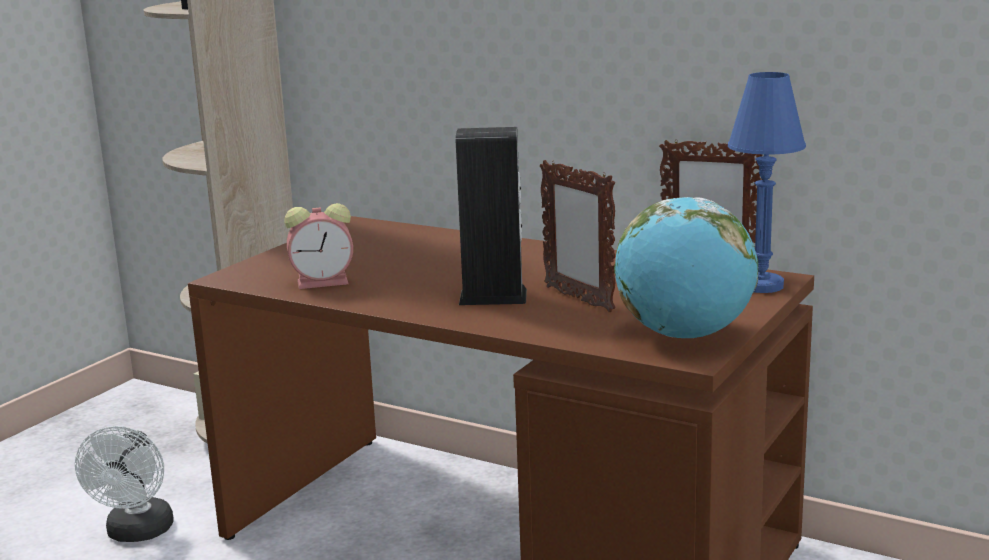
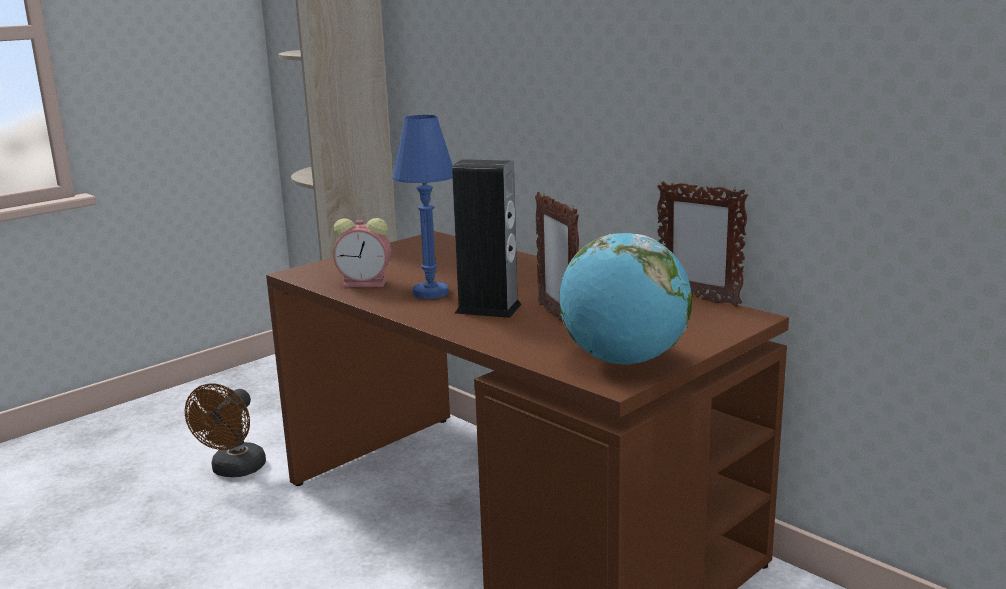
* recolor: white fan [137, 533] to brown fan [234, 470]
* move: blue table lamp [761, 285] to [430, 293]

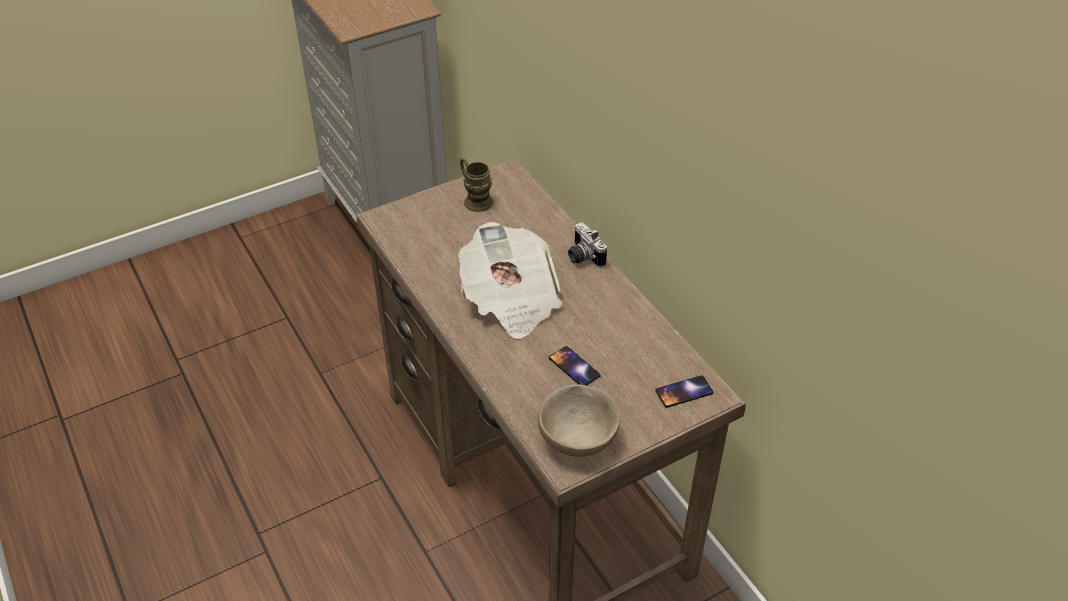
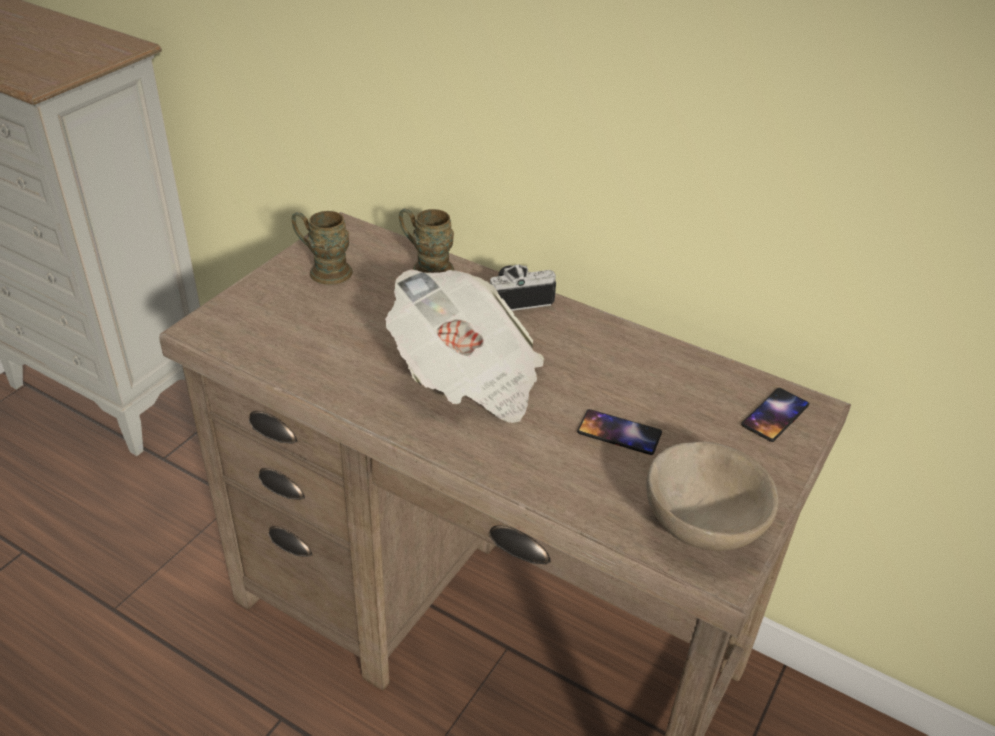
* insert: brown mug [426, 267]
* rotate: photo camera [582, 256] = [517, 297] 135 degrees clockwise

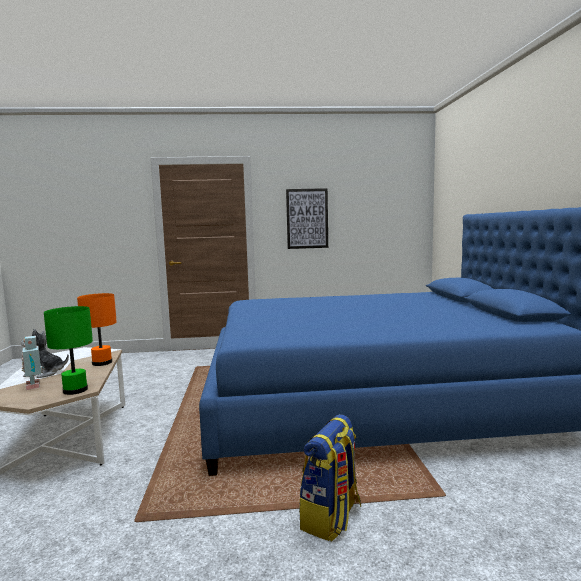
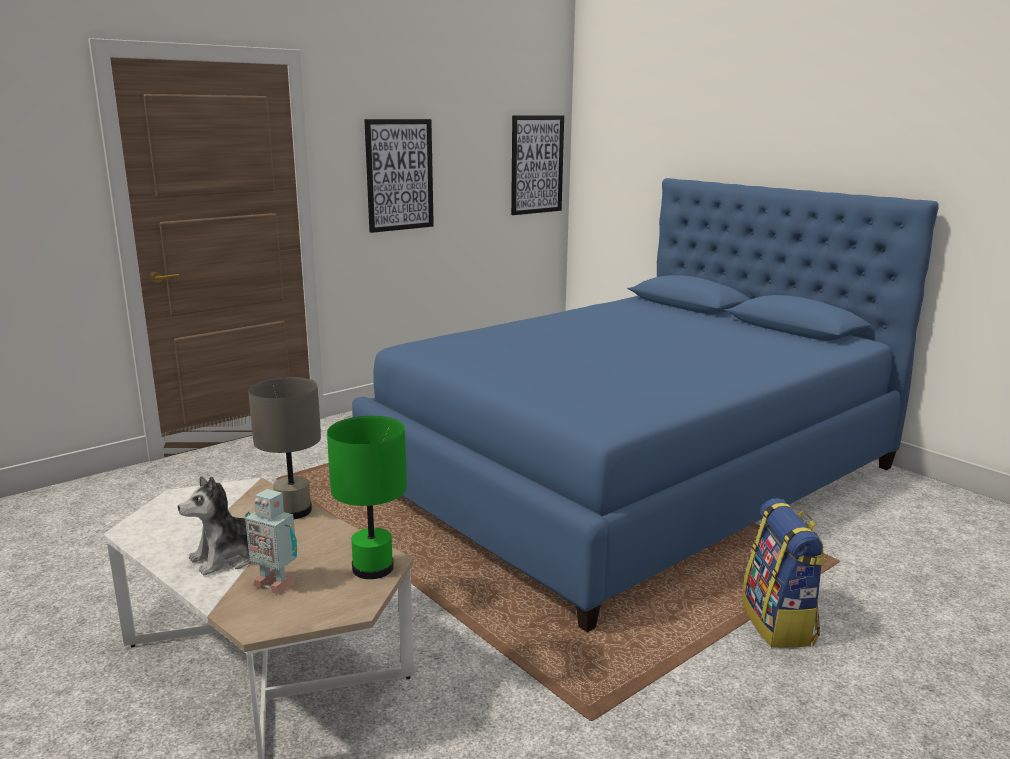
* recolor: orange table lamp [102, 363] to grey table lamp [294, 511]
* insert: picture [537, 164]

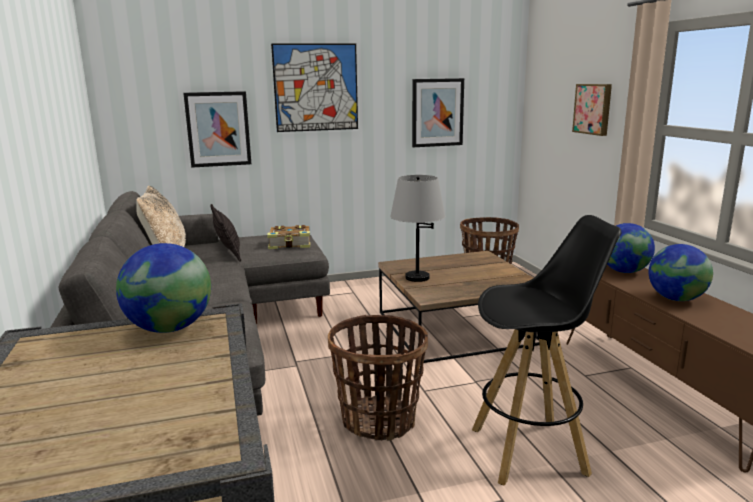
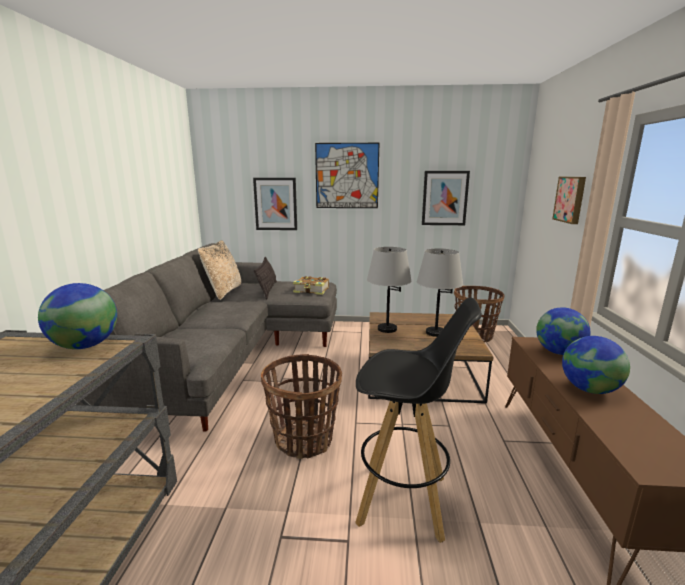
* insert: grey table lamp [435, 333]

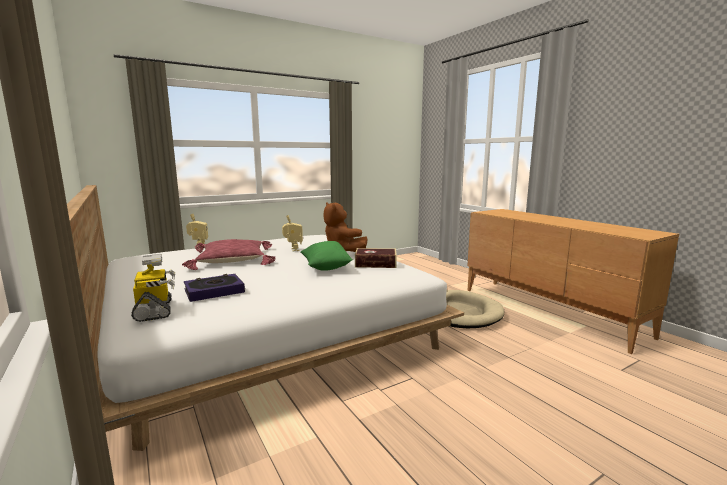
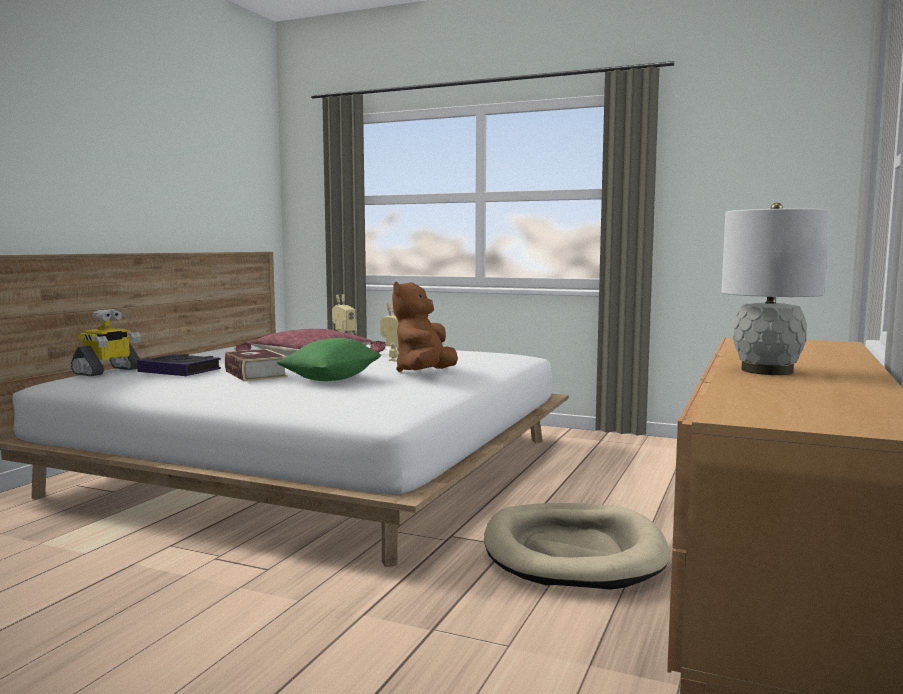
* move: book [375, 263] to [255, 374]
* insert: white table lamp [767, 371]

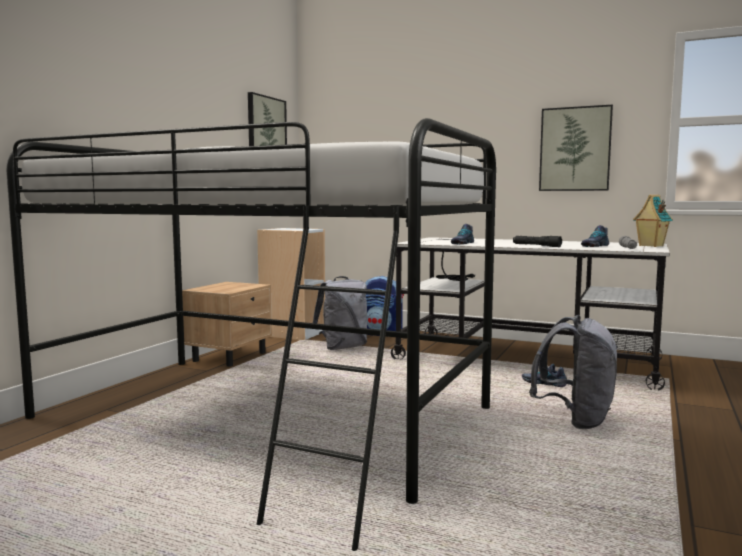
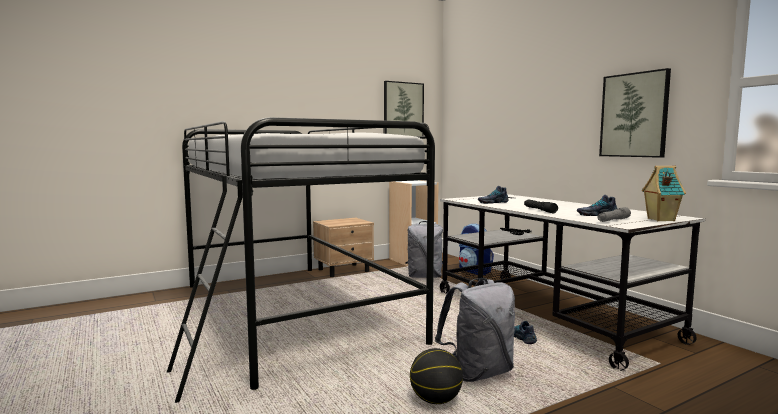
* insert: basketball [436, 400]

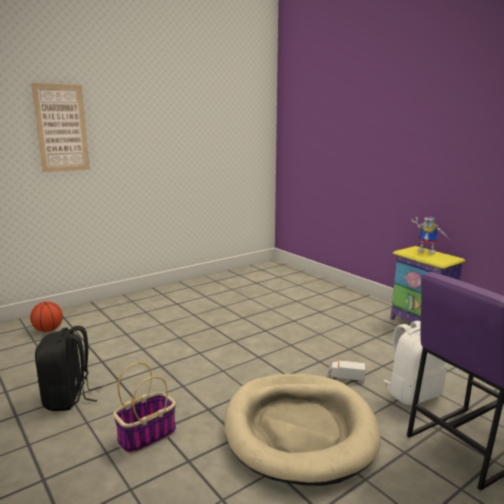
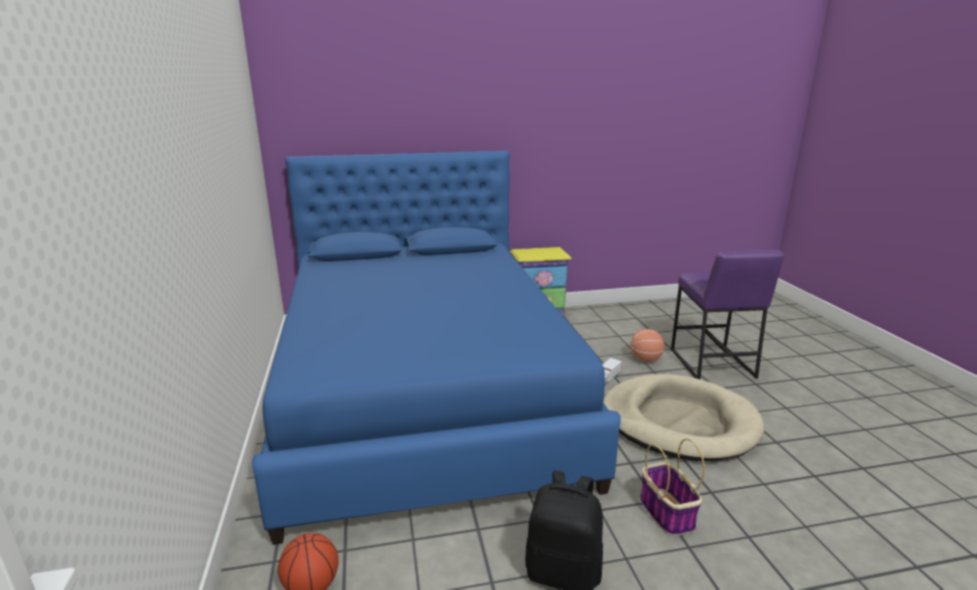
* insert: blue bed [425, 392]
* replace: white backpack [413, 394] to basketball [645, 359]
* delete: picture [61, 128]
* delete: toy robot [428, 251]

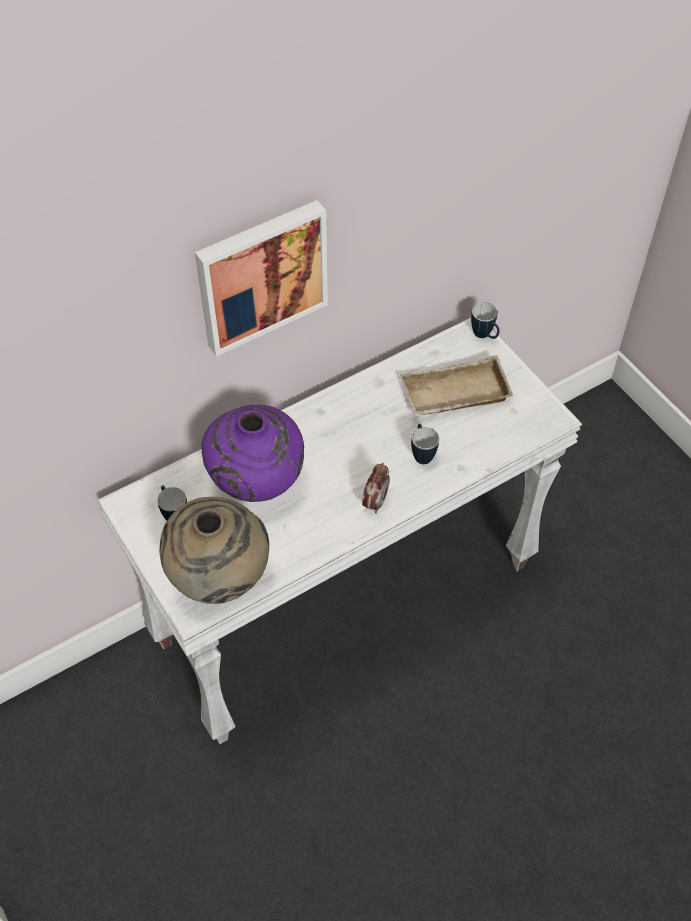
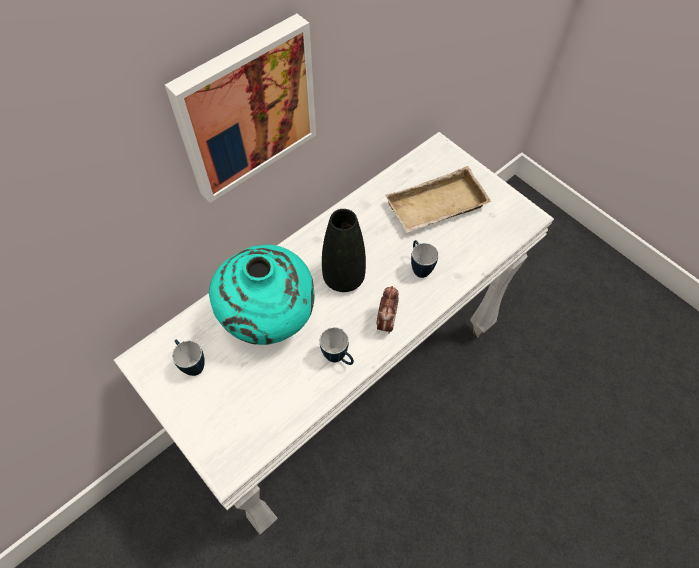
* recolor: purple vase [257, 483] to turquoise vase [270, 319]
* move: mug [484, 336] to [338, 358]
* insert: black vase [343, 278]
* delete: beige vase [220, 579]

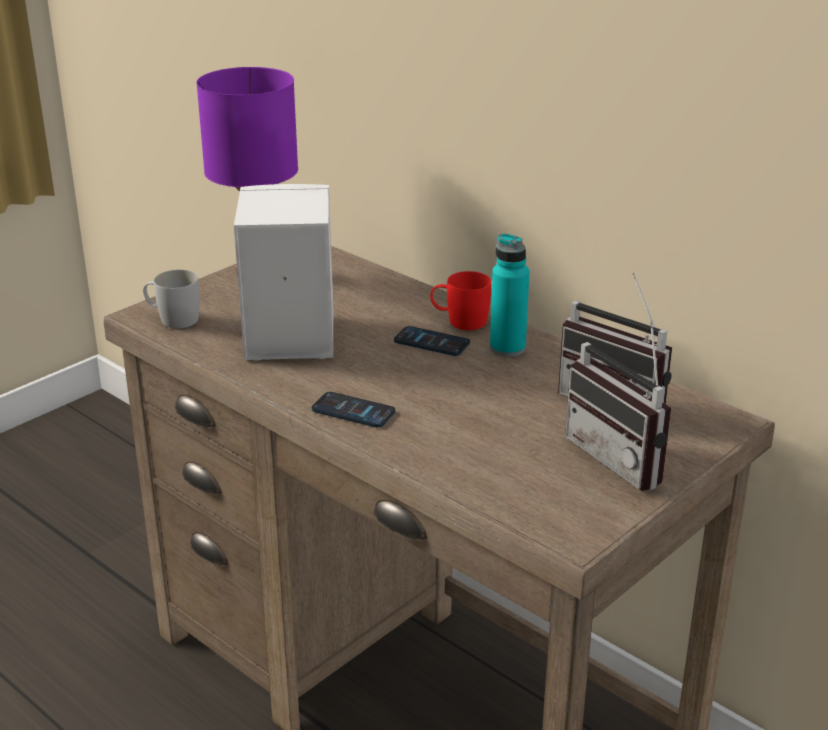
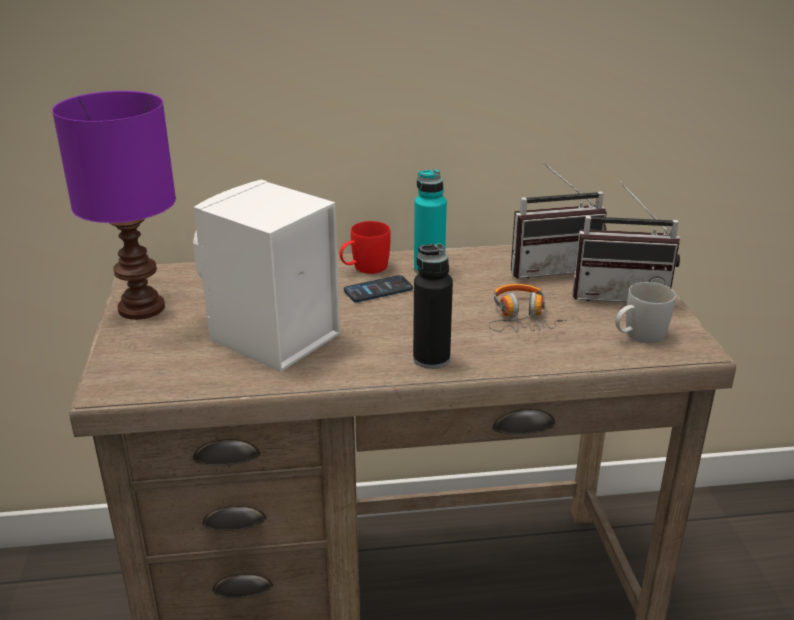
* replace: phone [353, 411] to black bottle [431, 359]
* insert: headphones [520, 318]
* move: white mug [172, 319] to [638, 336]

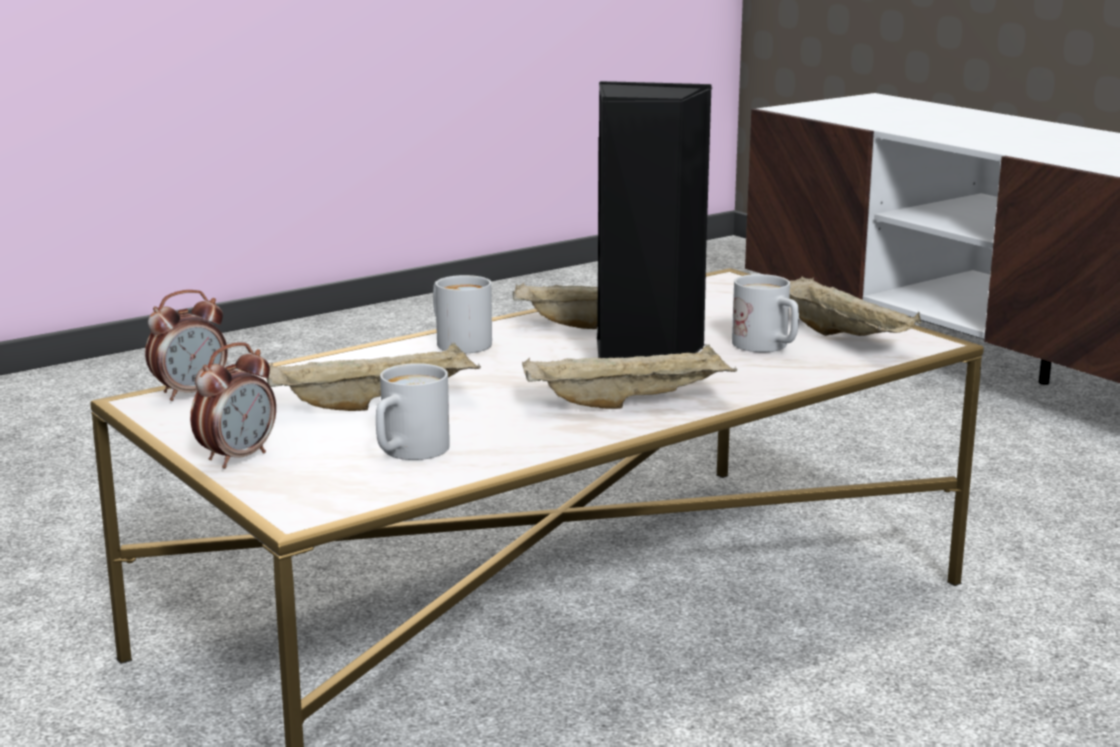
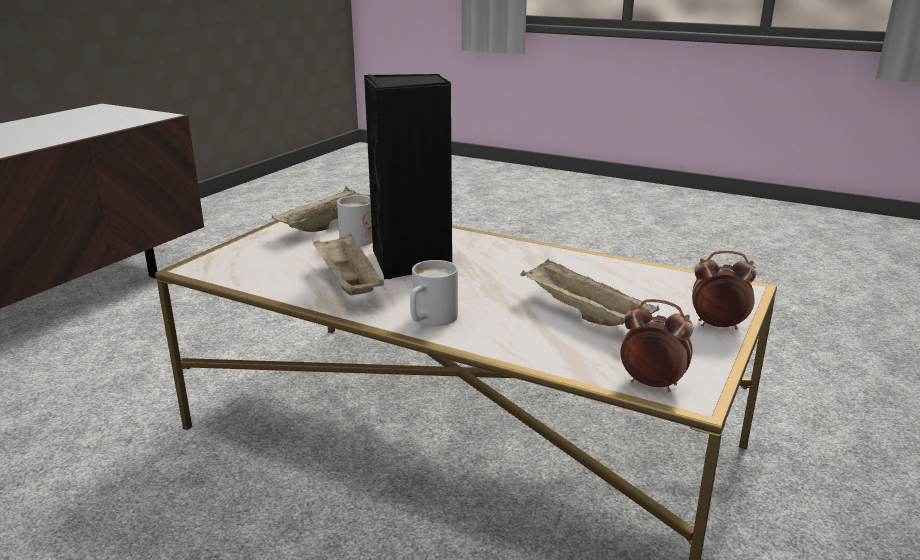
* delete: white mug [407, 453]
* delete: beige tray [630, 402]

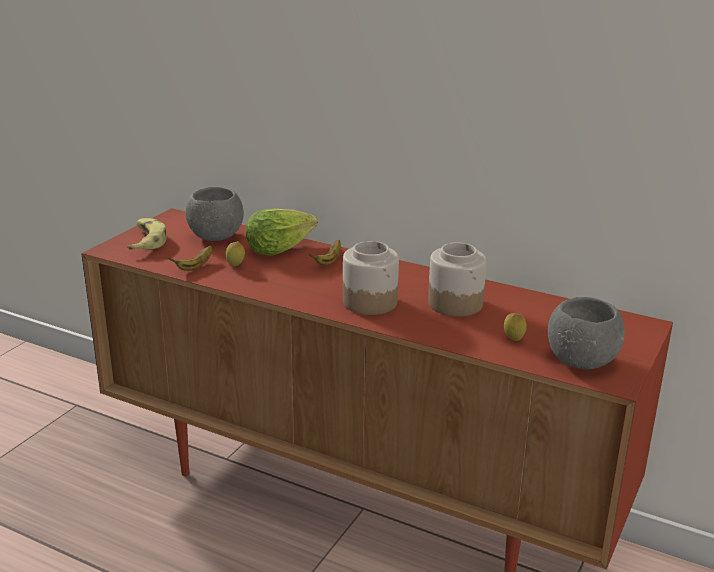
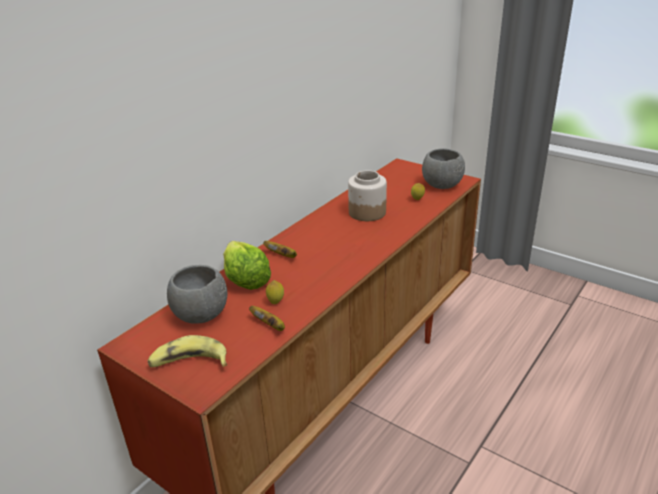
* delete: jar [370, 302]

